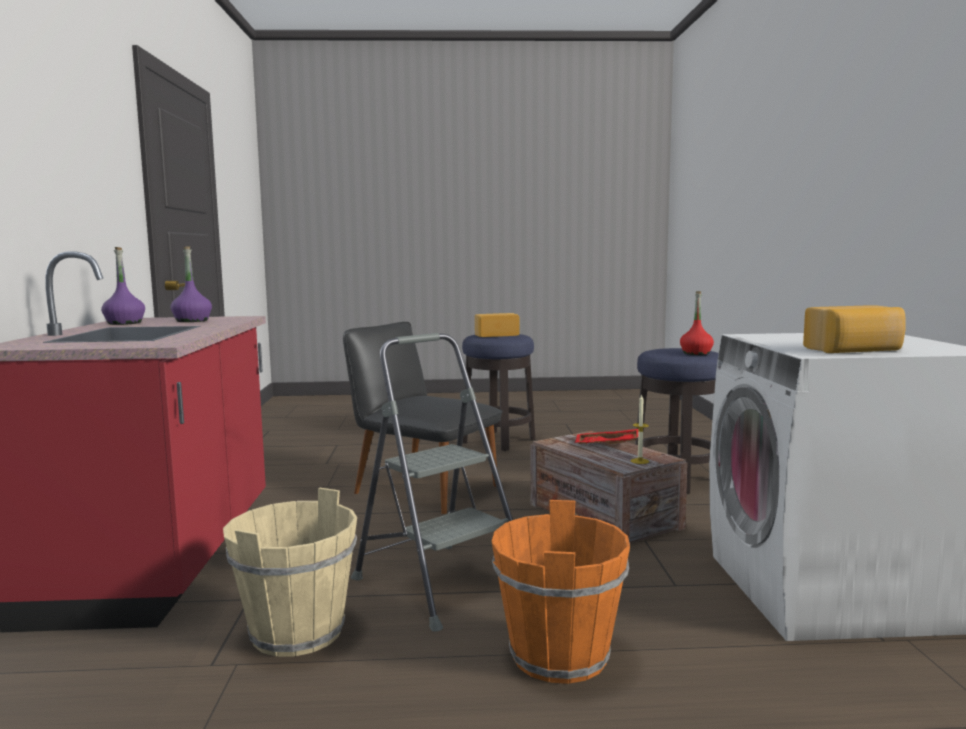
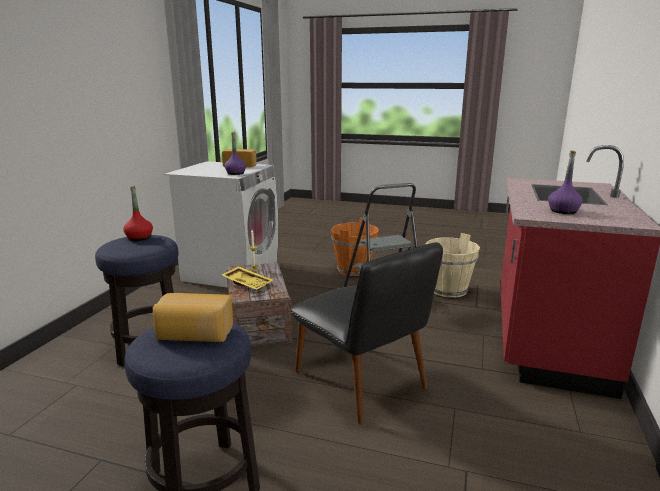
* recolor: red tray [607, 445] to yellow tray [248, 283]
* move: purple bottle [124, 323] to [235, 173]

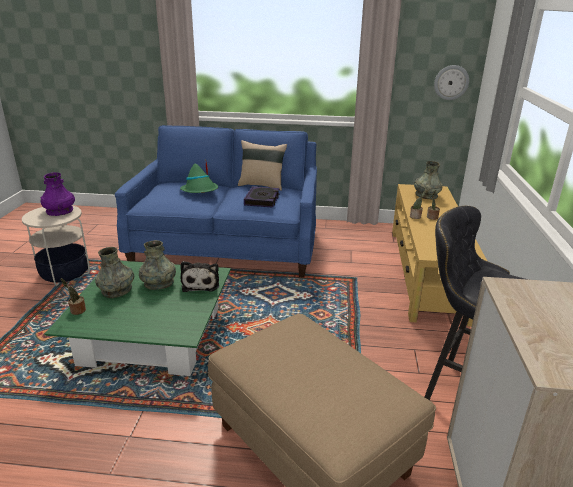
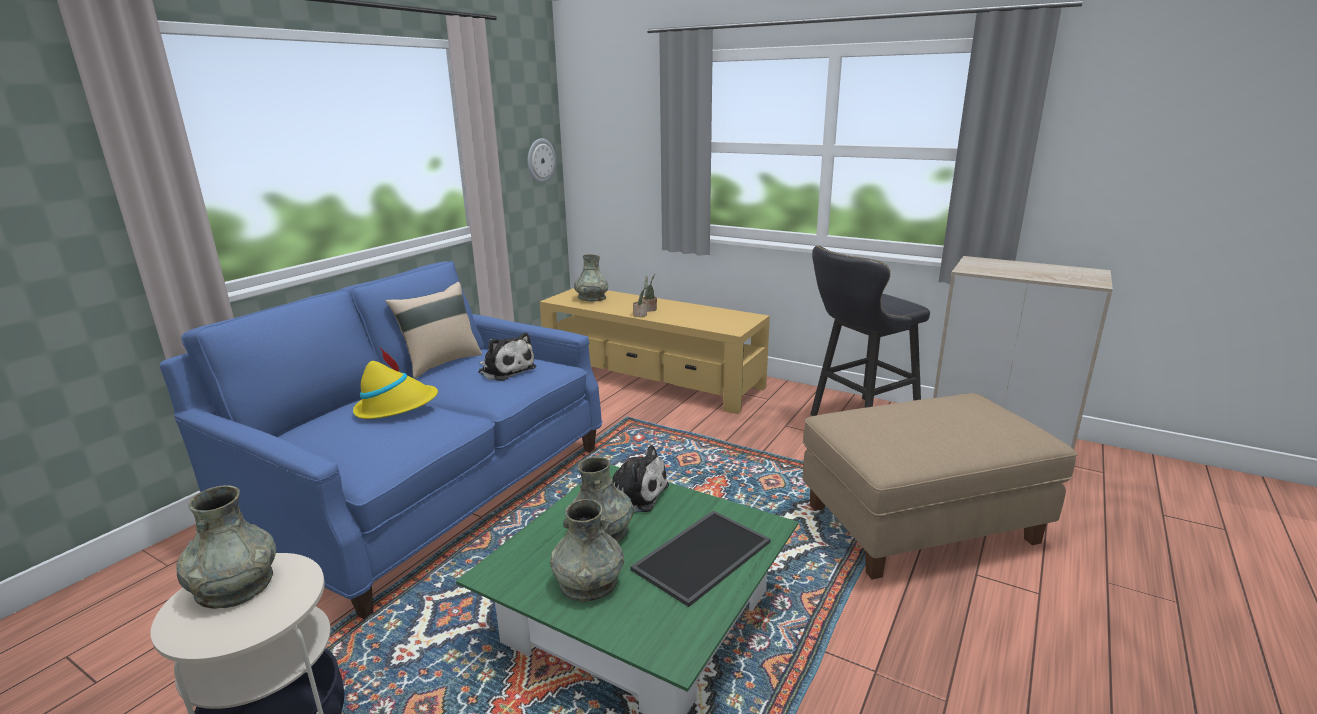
* recolor: purple vase [60, 211] to grey vase [235, 585]
* recolor: green hat [200, 191] to yellow hat [397, 407]
* replace: book [262, 200] to plush toy [505, 370]
* insert: tray [701, 554]
* delete: potted plant [77, 311]

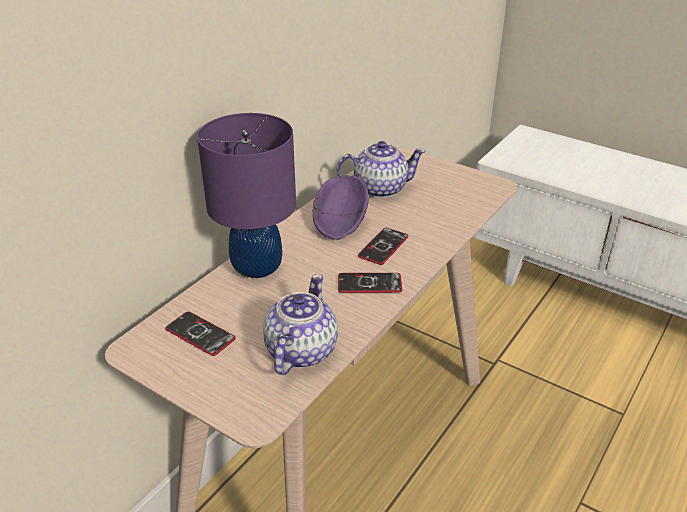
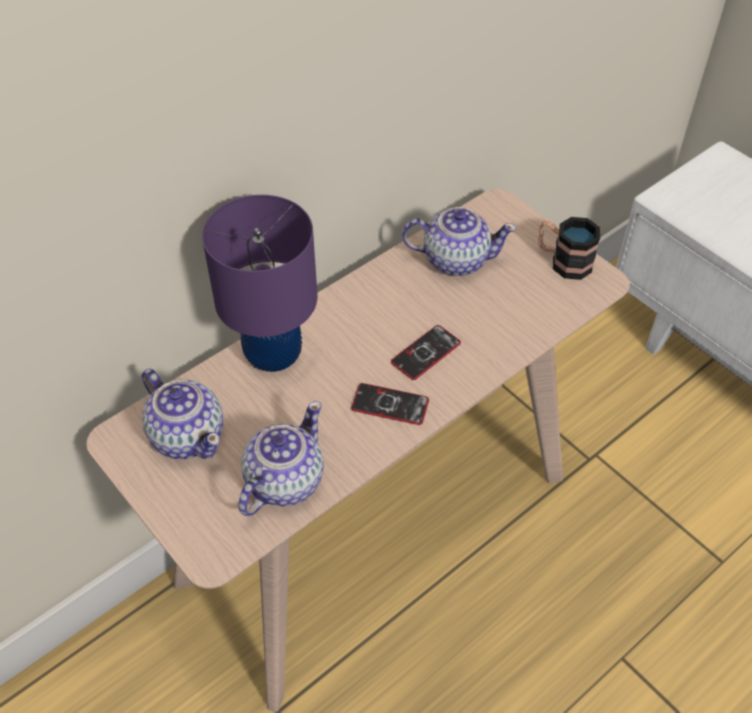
* replace: phone [200, 334] to teapot [187, 435]
* insert: mug [563, 261]
* delete: purple bowl [338, 224]

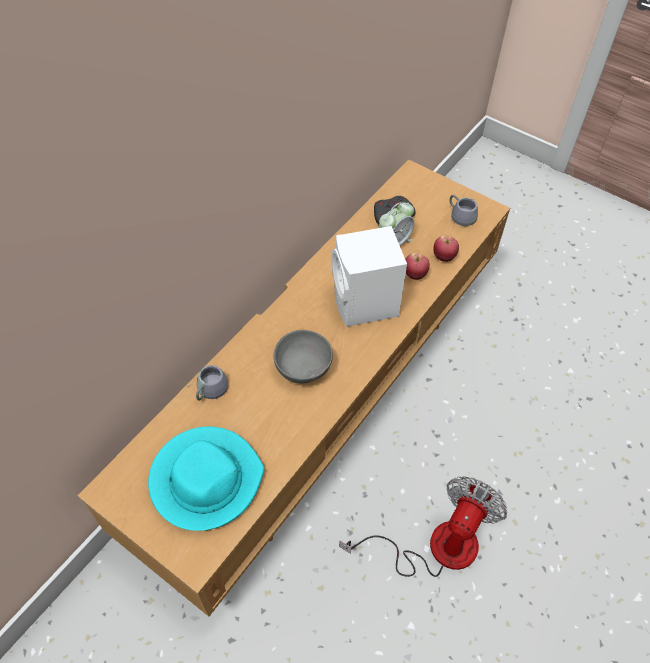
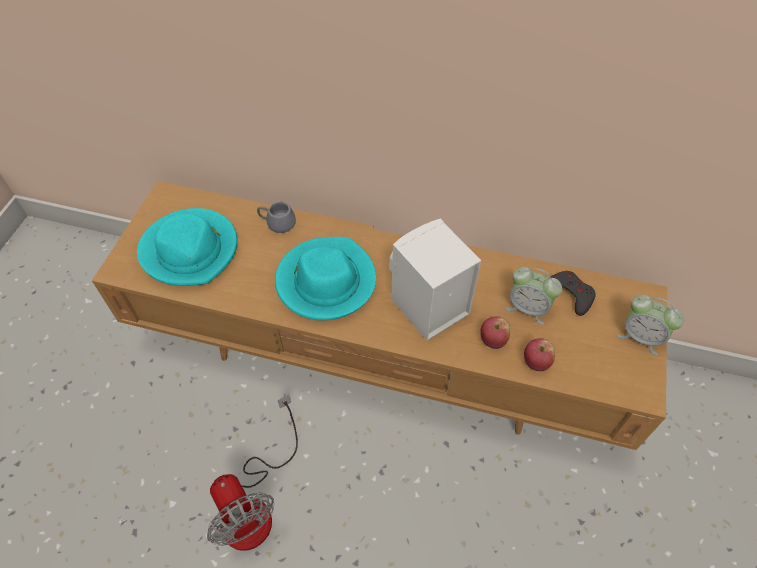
* rotate: fan [435, 547] = [255, 504] 45 degrees clockwise
* replace: grey bowl [304, 369] to turquoise hat [326, 281]
* insert: alarm clock [640, 337]
* delete: grey mug [462, 214]

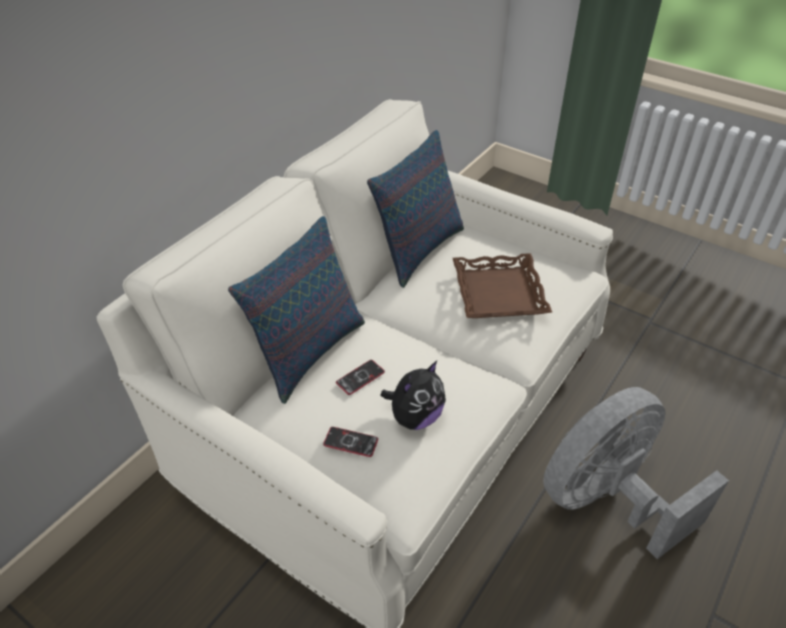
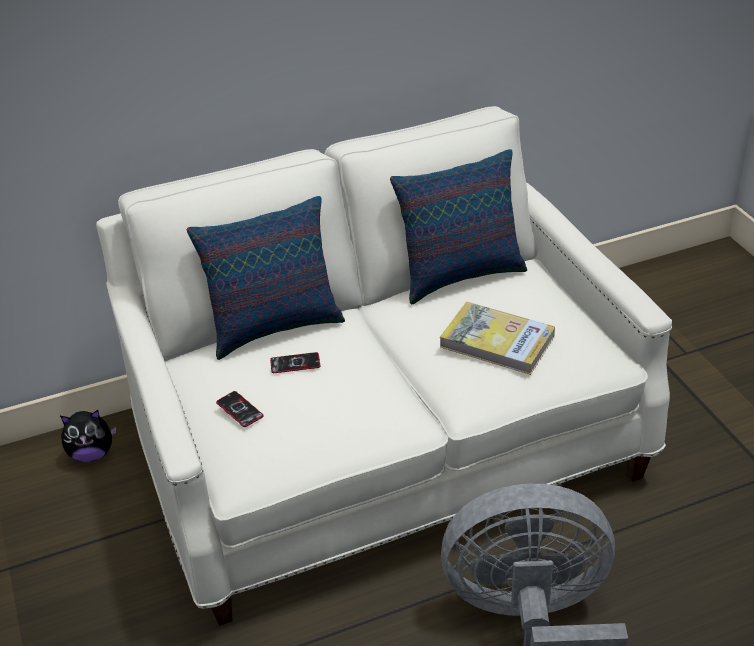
* move: plush toy [415, 417] to [92, 454]
* replace: brown tray [500, 293] to book [497, 342]

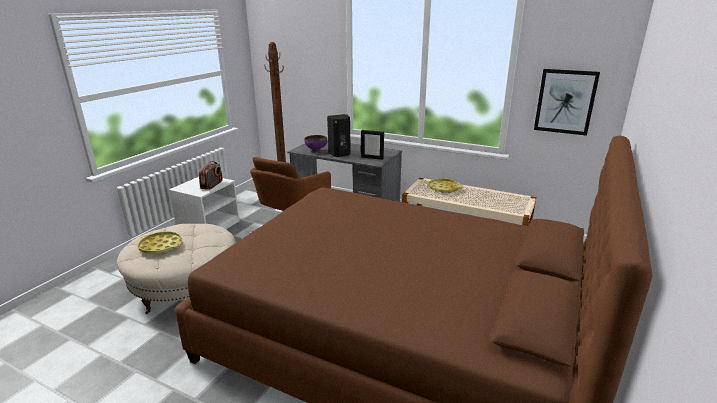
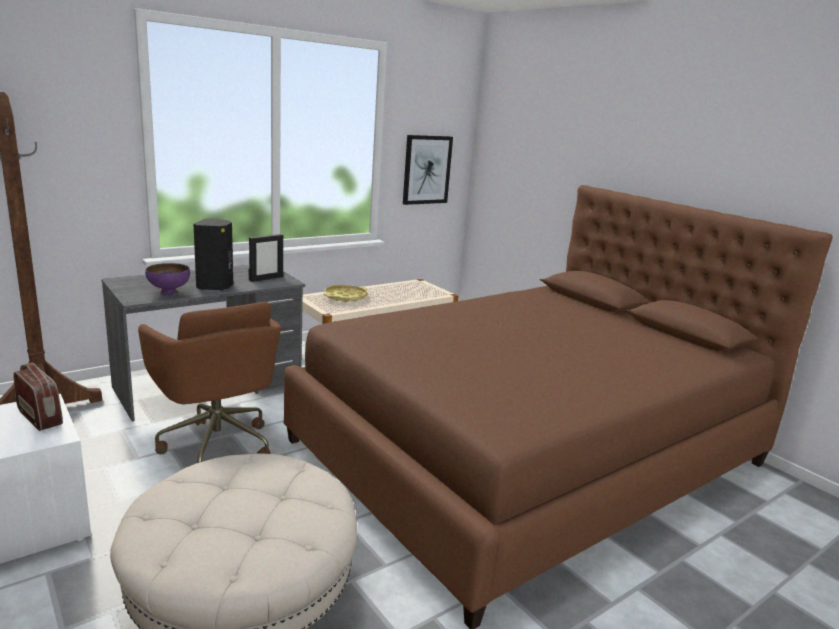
* delete: yellow tray [160, 246]

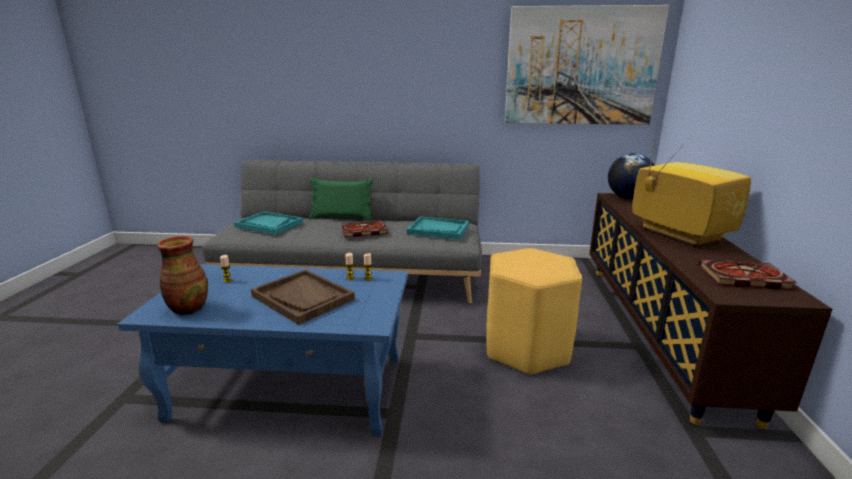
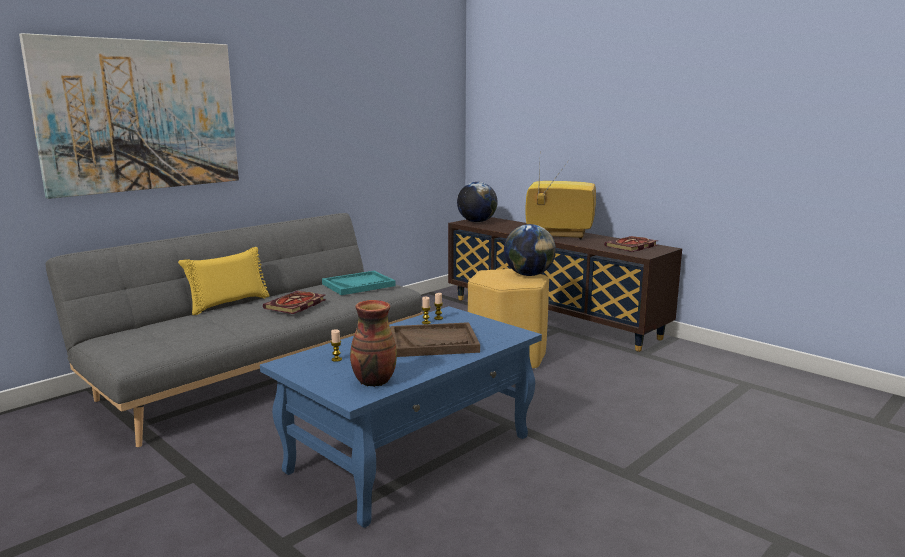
* move: picture [581, 67] to [141, 116]
* recolor: green pillow [341, 217] to yellow pillow [228, 304]
* insert: globe [528, 275]
* delete: turquoise tray [269, 224]

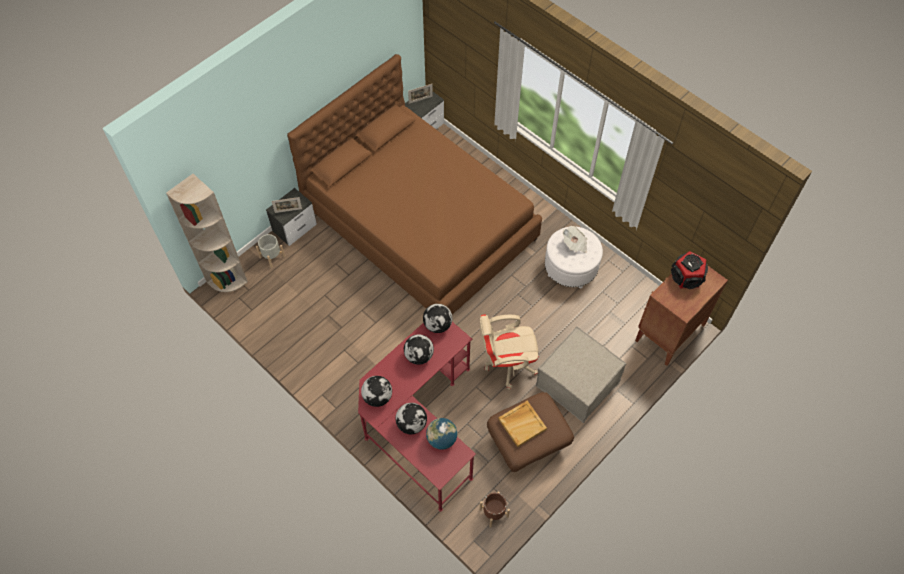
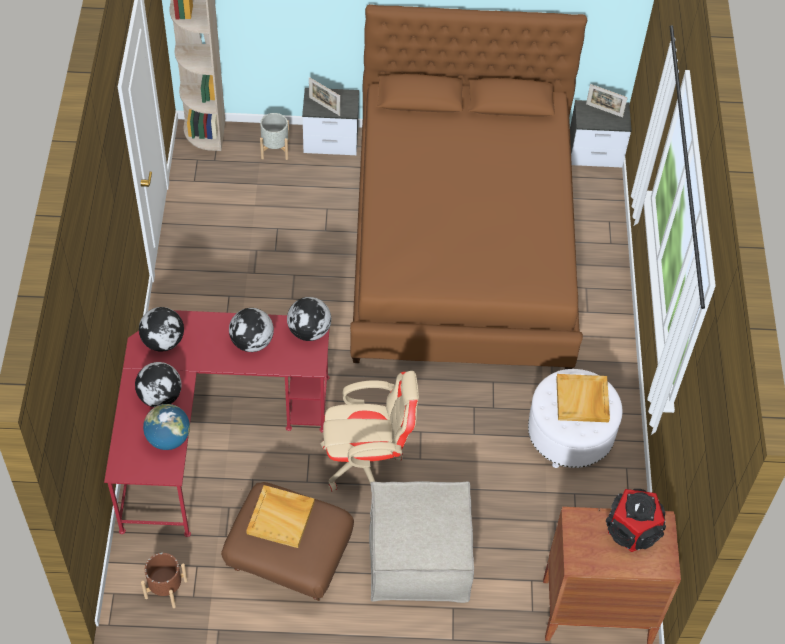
* rotate: beige office chair [506, 364] = [368, 463] 135 degrees clockwise
* replace: newspaper [574, 244] to beige tray [582, 400]

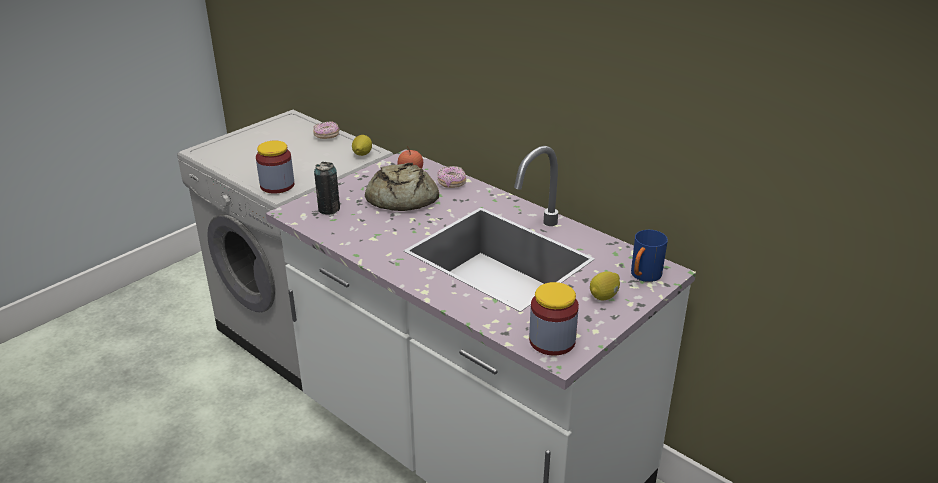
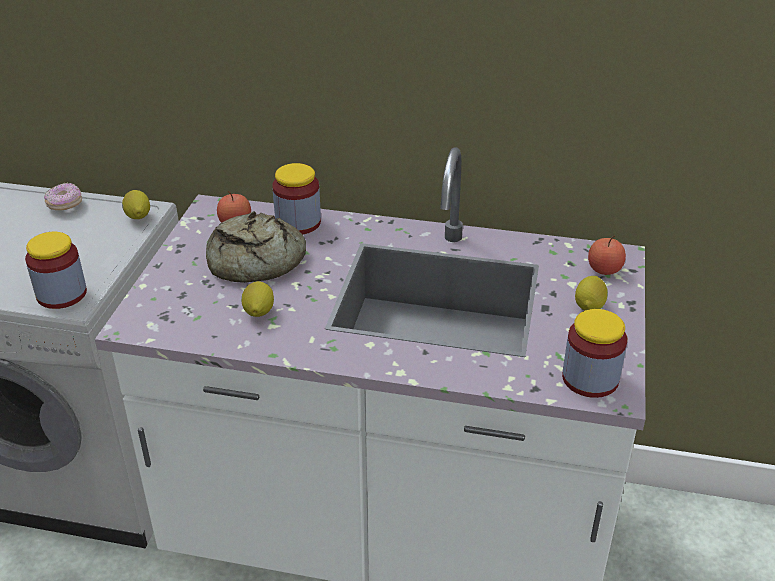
* insert: lemon [258, 312]
* replace: donut [451, 183] to jar [298, 222]
* replace: blue mug [643, 277] to apple [604, 269]
* delete: can [329, 209]

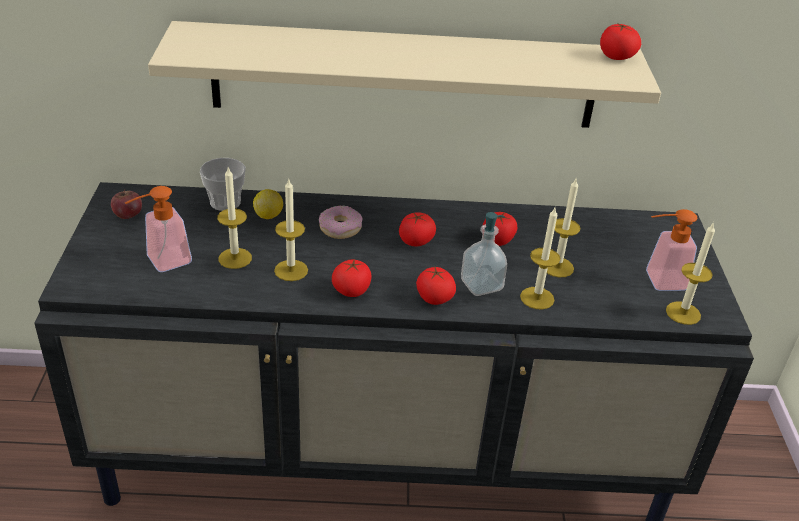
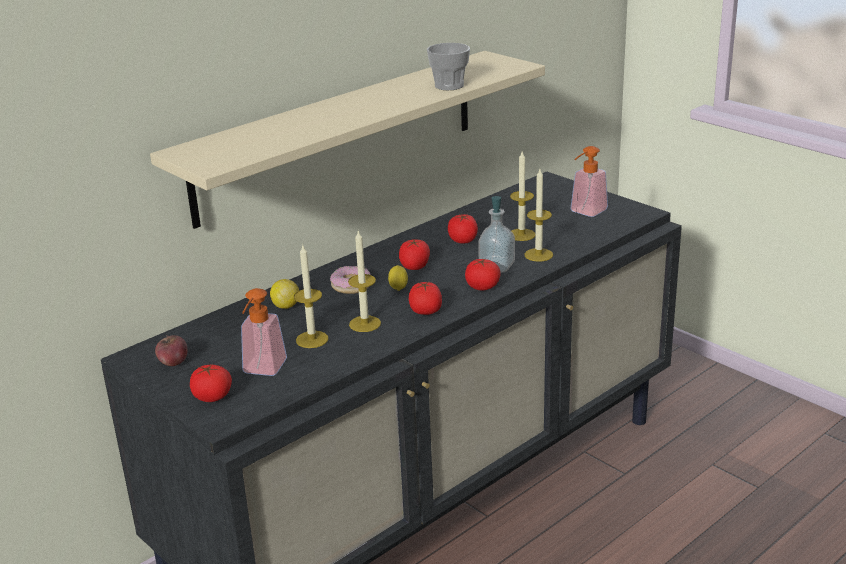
* move: tomato [616, 57] to [212, 397]
* insert: lemon [398, 290]
* move: cup [225, 202] to [449, 86]
* delete: candle [683, 313]

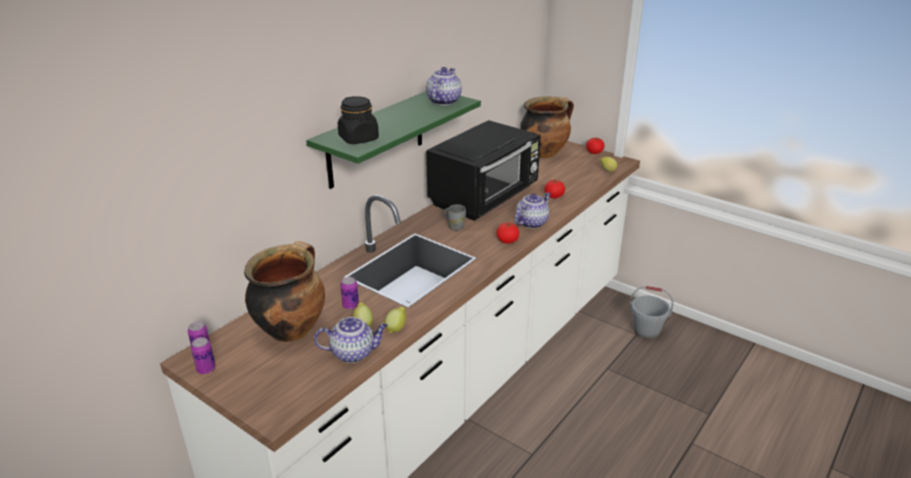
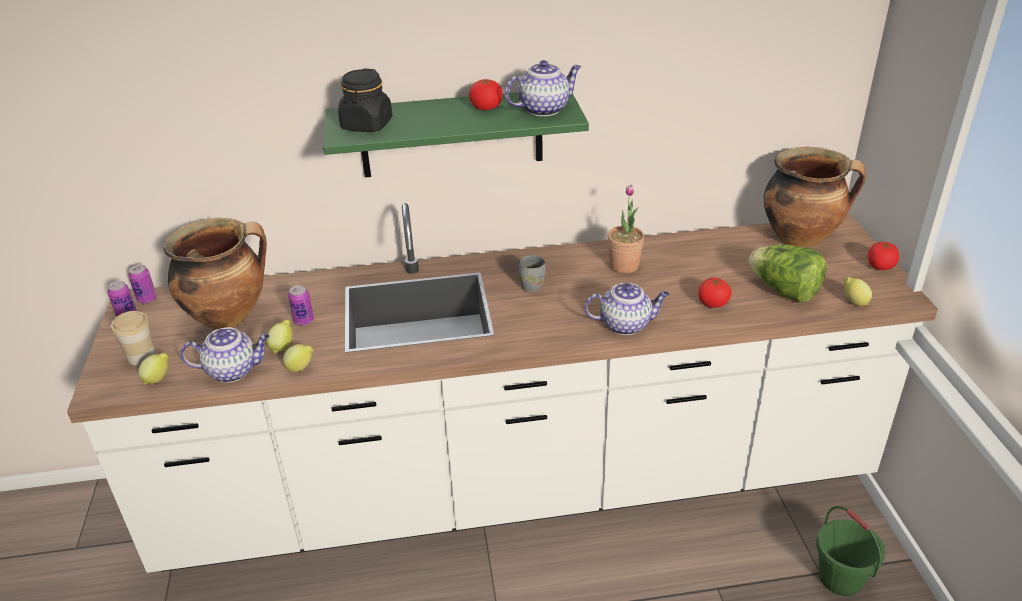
* insert: cup [141, 357]
* insert: lemon [158, 379]
* rotate: teapot [354, 353] = [233, 370] 45 degrees counterclockwise
* move: tomato [507, 241] to [486, 107]
* replace: black microwave [485, 197] to potted plant [624, 265]
* insert: lettuce [784, 291]
* recolor: grey bucket [646, 331] to green bucket [841, 578]

